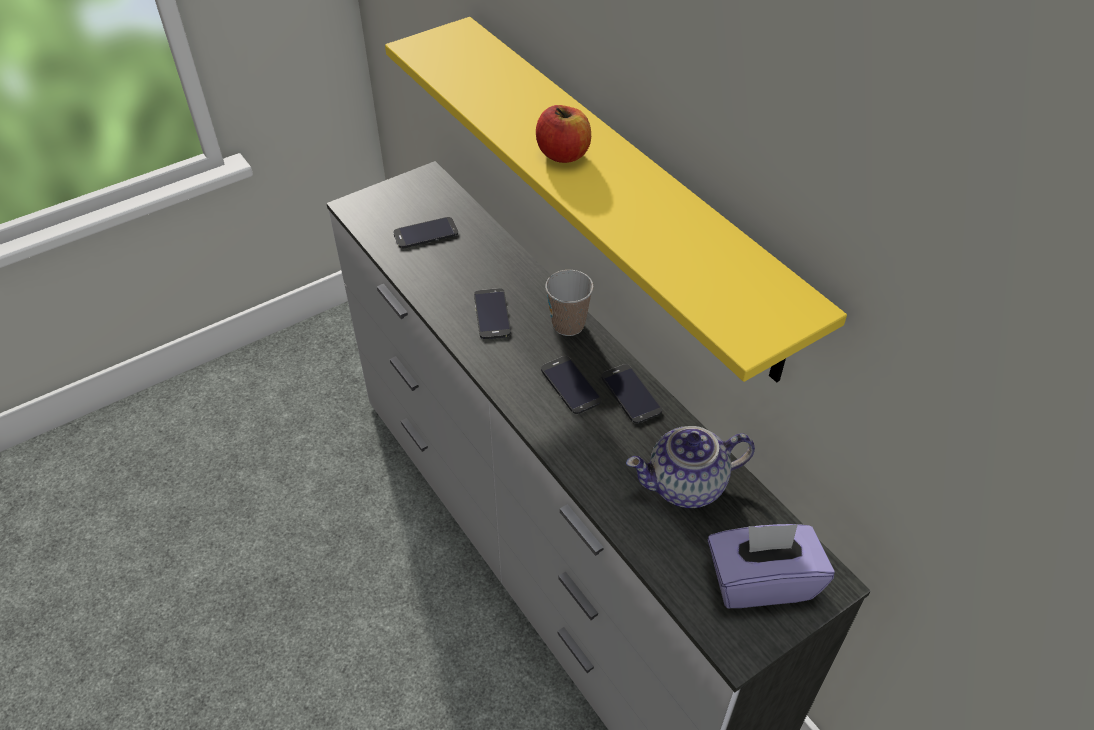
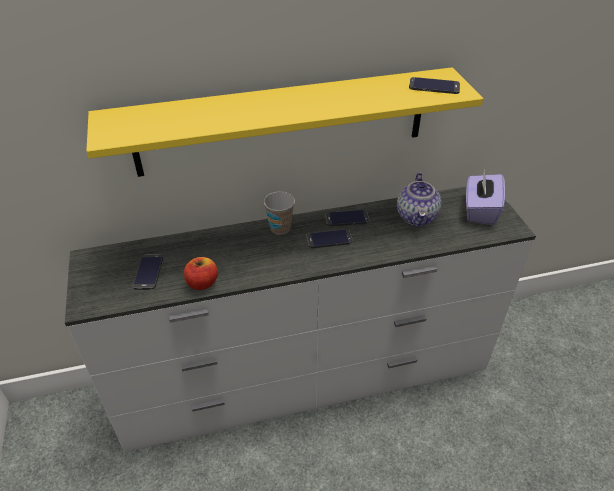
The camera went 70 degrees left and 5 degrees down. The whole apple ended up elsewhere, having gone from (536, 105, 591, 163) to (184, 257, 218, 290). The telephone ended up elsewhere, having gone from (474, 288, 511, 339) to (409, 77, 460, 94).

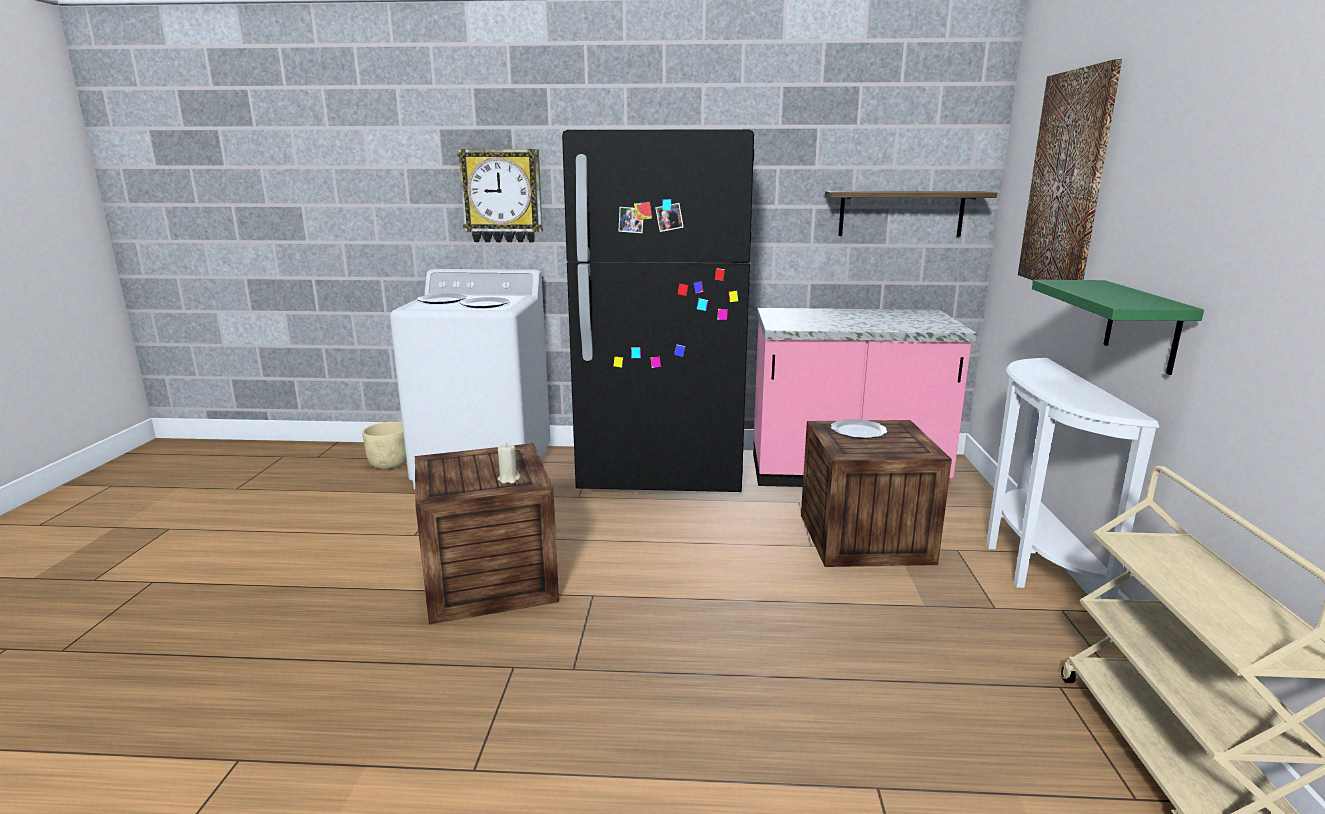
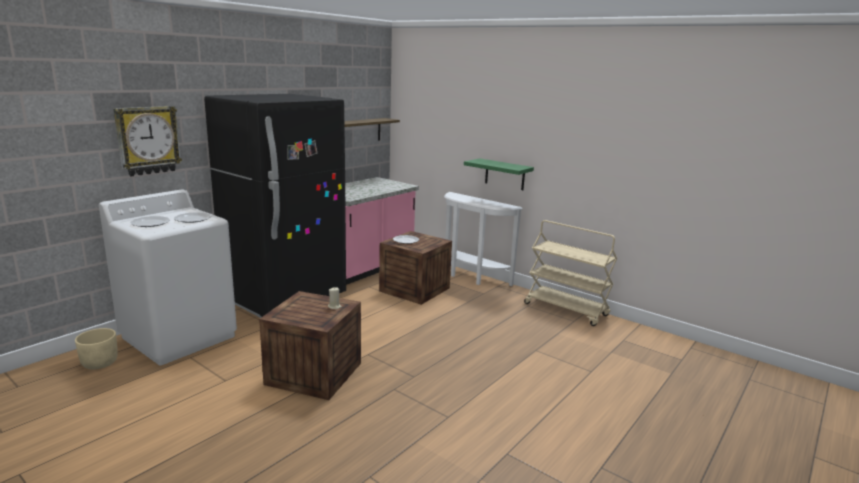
The camera went 55 degrees left and 0 degrees up. The second view lost the picture at (1018, 59, 1122, 280).

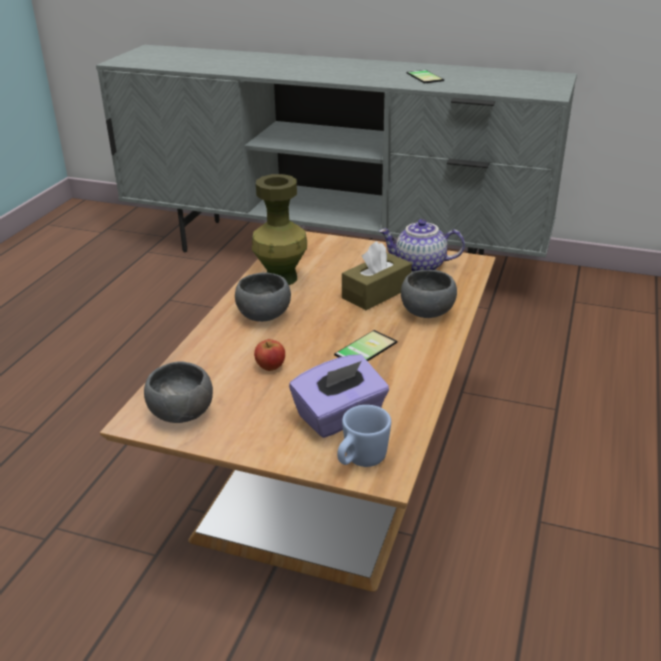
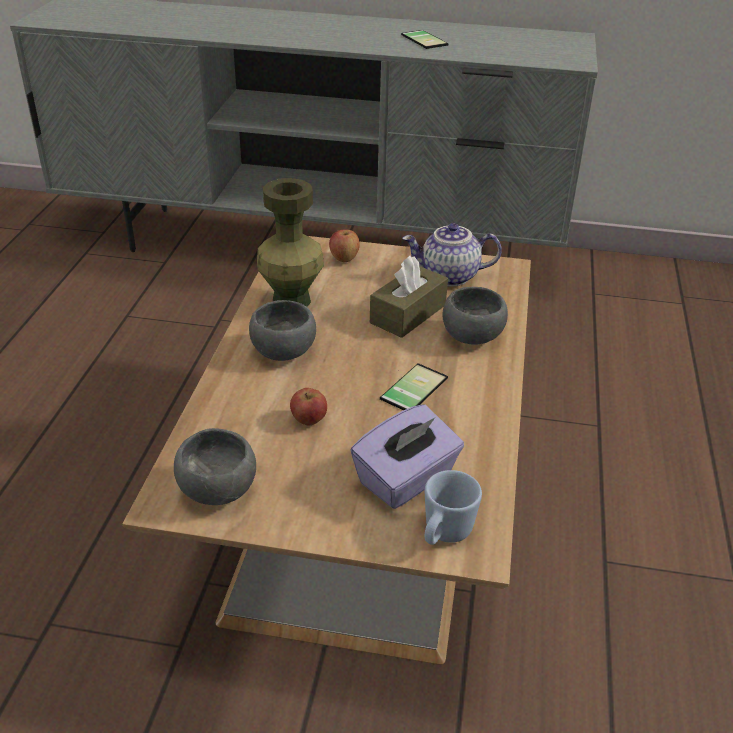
The camera went 10 degrees left and 5 degrees up. The second view gained the whole apple at (329, 229, 360, 262).

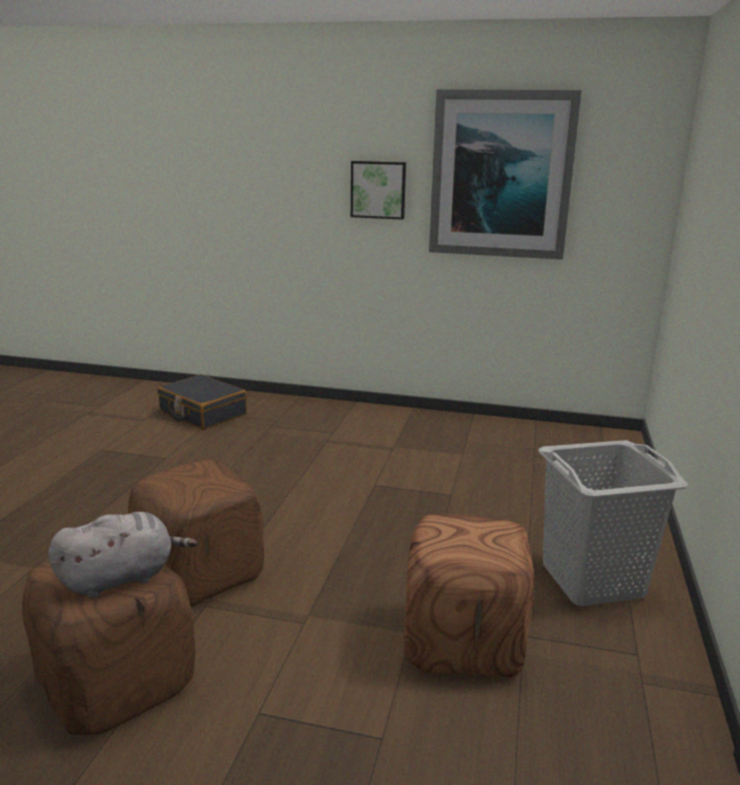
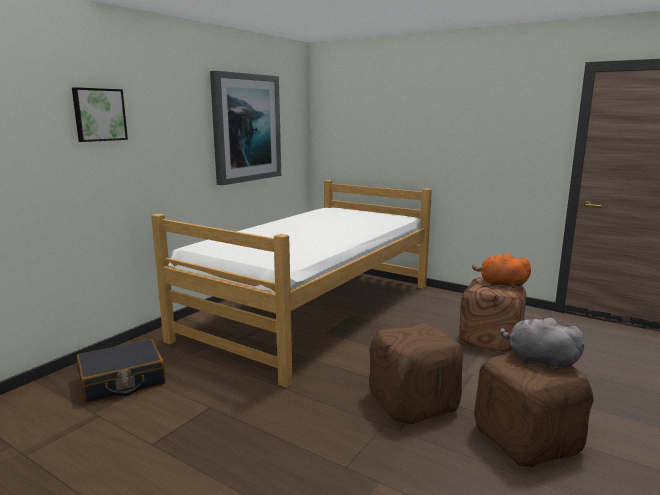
The camera went 70 degrees left and 5 degrees down. The picture ended up elsewhere, having gone from (351, 161, 406, 220) to (72, 87, 128, 142). The second view gained the bedroom bed at (151, 180, 432, 388). The second view gained the cuddly toy (orangey) at (472, 253, 531, 288). The cuddly toy (grey) at (48, 512, 197, 598) ended up facing another way, 45 degrees counterclockwise from before. The second view lost the hamper (grey) at (538, 440, 688, 606).

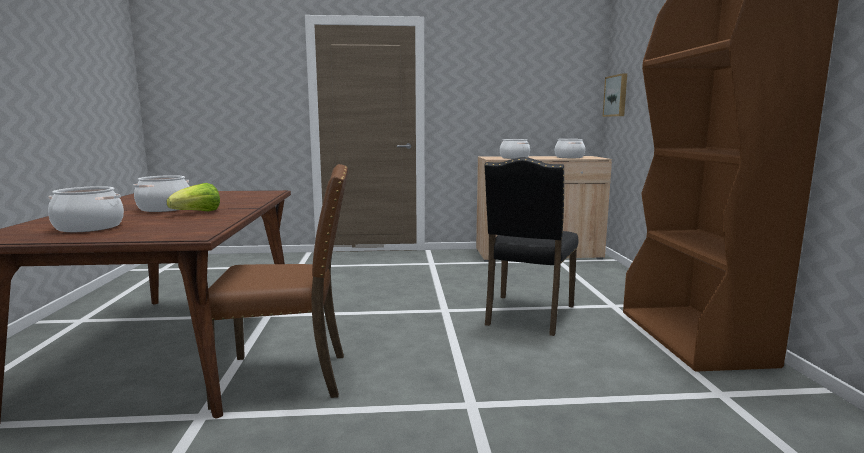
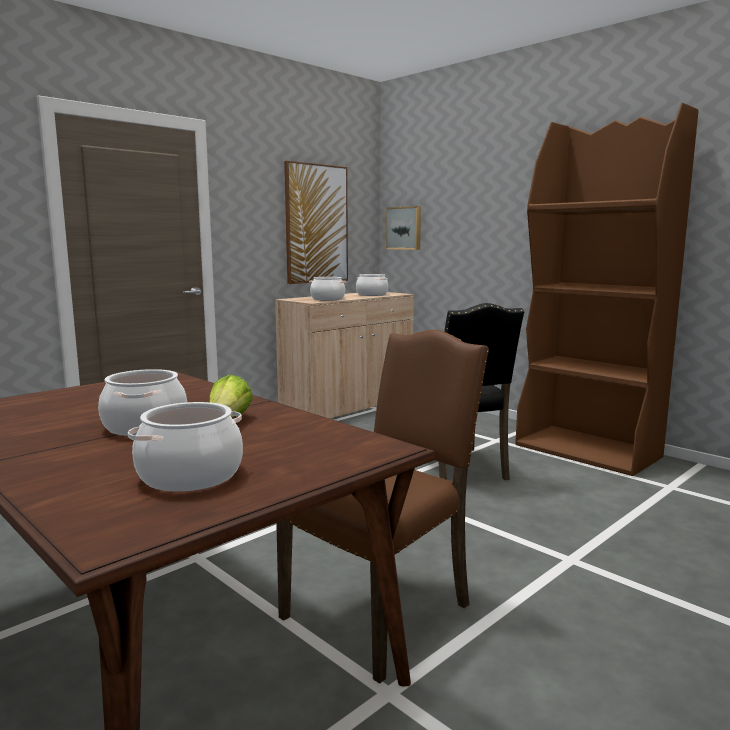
The camera went 40 degrees left and 0 degrees up. The second view gained the picture at (284, 161, 348, 284).

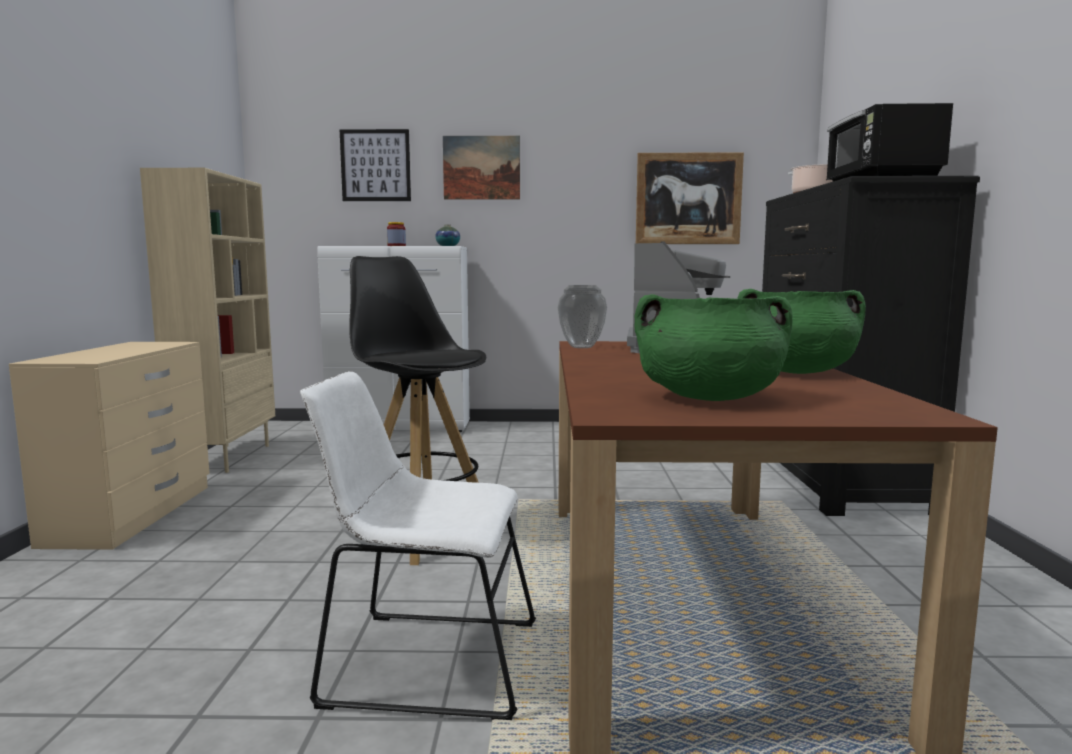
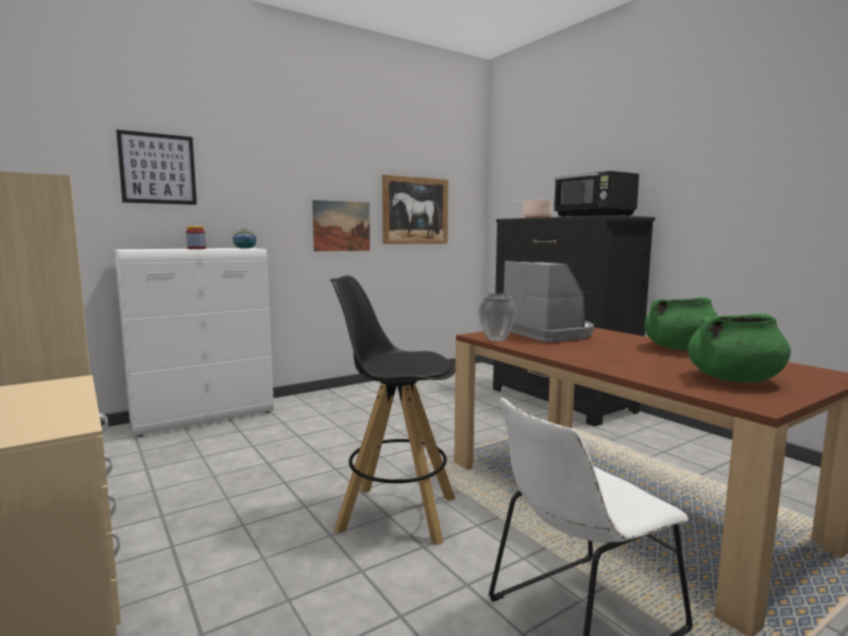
The camera went 35 degrees left and 0 degrees up. The picture ended up elsewhere, having gone from (443, 136, 520, 200) to (312, 200, 370, 251).

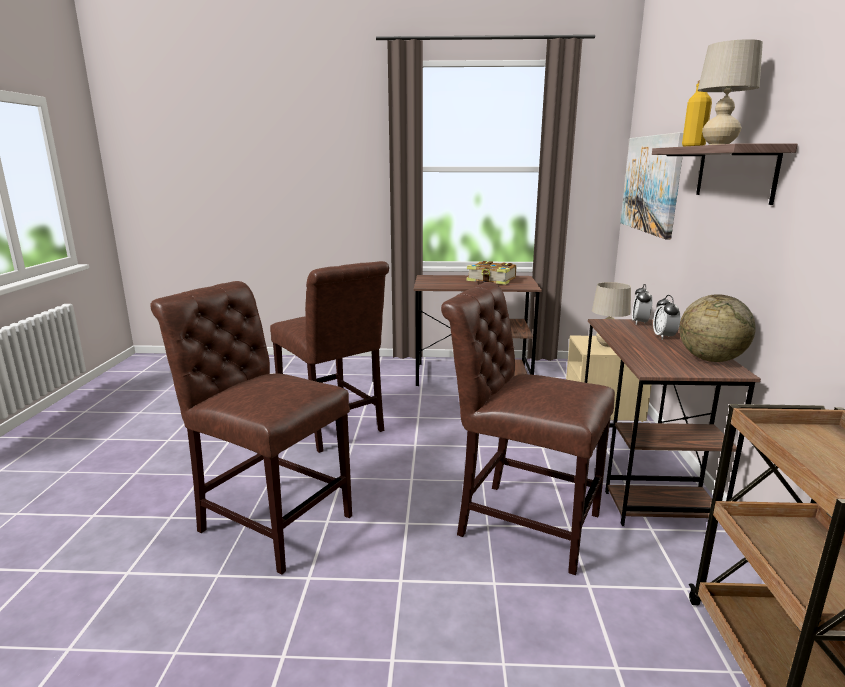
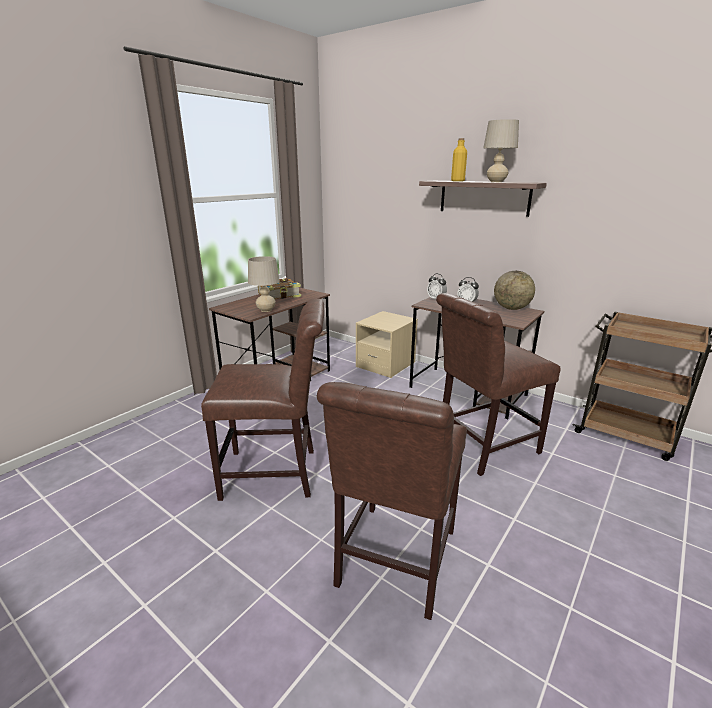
The camera went 55 degrees left and 5 degrees up. The lamp for a table (beige) ended up elsewhere, having gone from (592, 282, 631, 348) to (248, 256, 280, 312). The upright chair (brownish) at (150, 281, 352, 574) ended up facing another way, 45 degrees counterclockwise from before. The second view lost the picture at (620, 132, 684, 240).

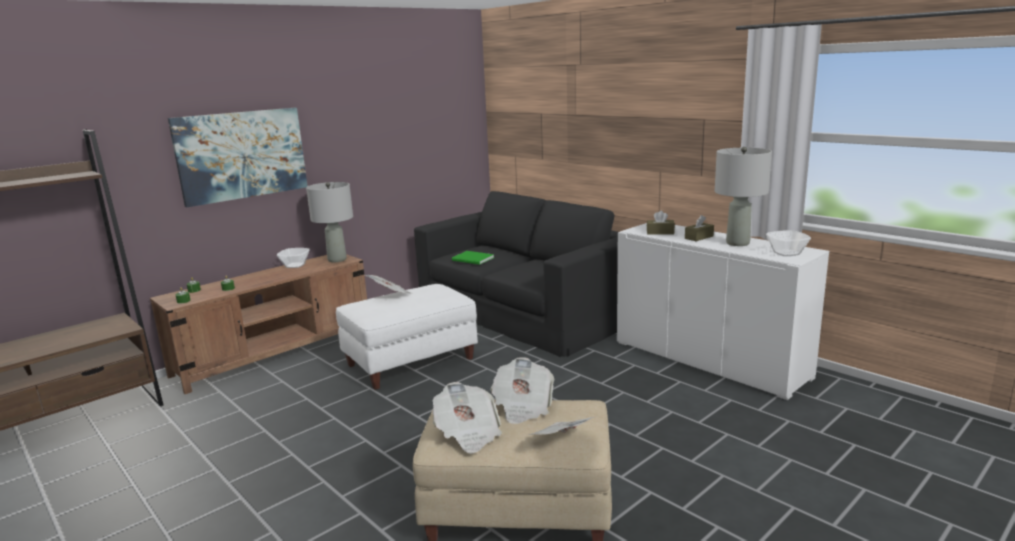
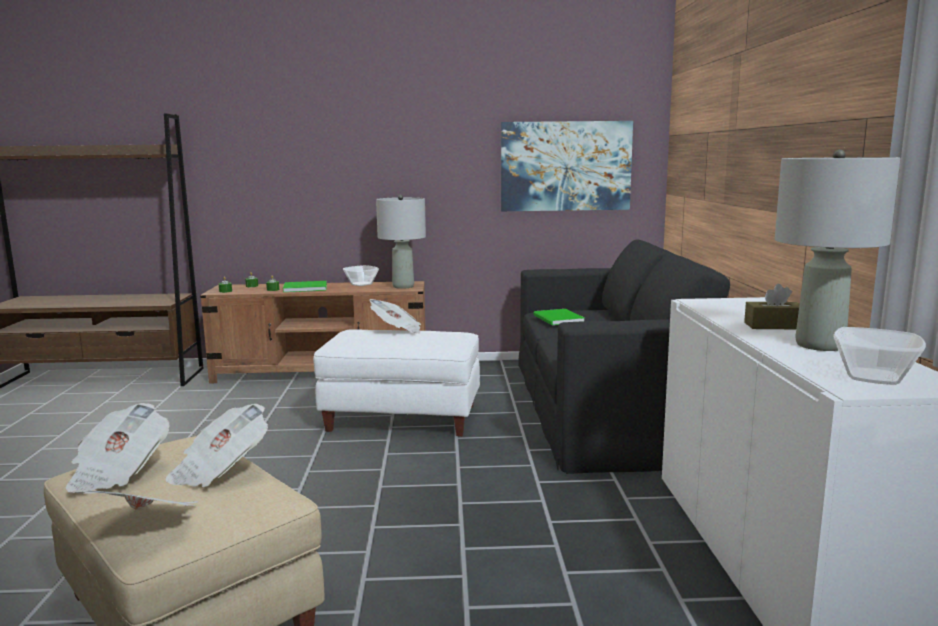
The camera went 40 degrees right and 5 degrees down. The second view gained the volume (greenish) at (283, 281, 327, 292). The picture ended up elsewhere, having gone from (168, 108, 307, 207) to (501, 121, 633, 211). The second view lost the box of tissues (brownish) at (647, 211, 675, 235).

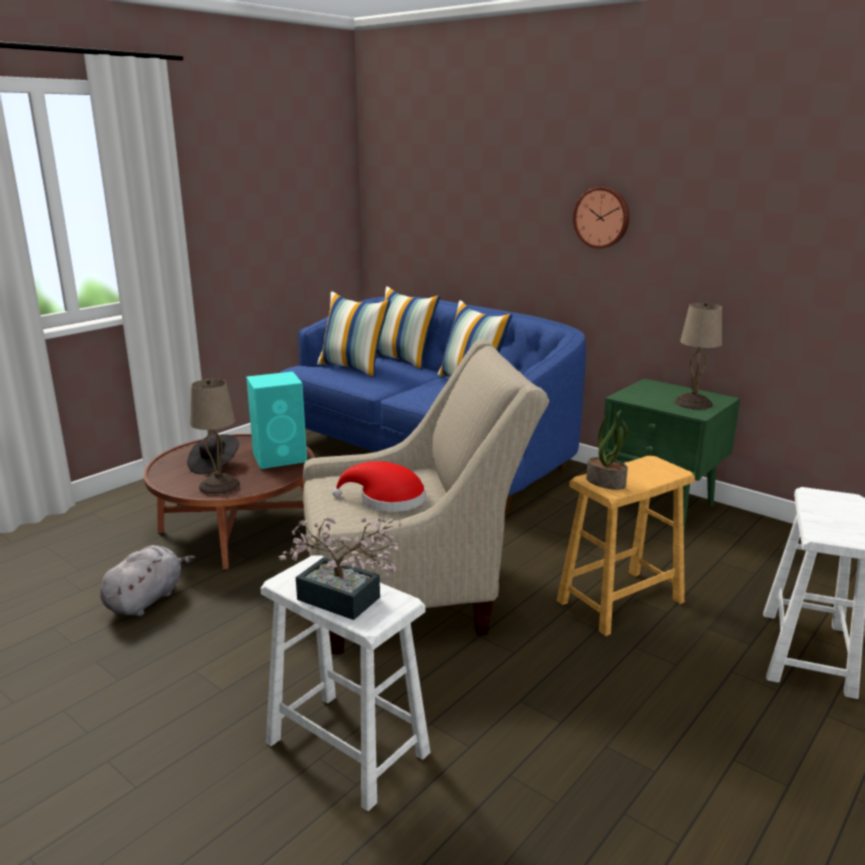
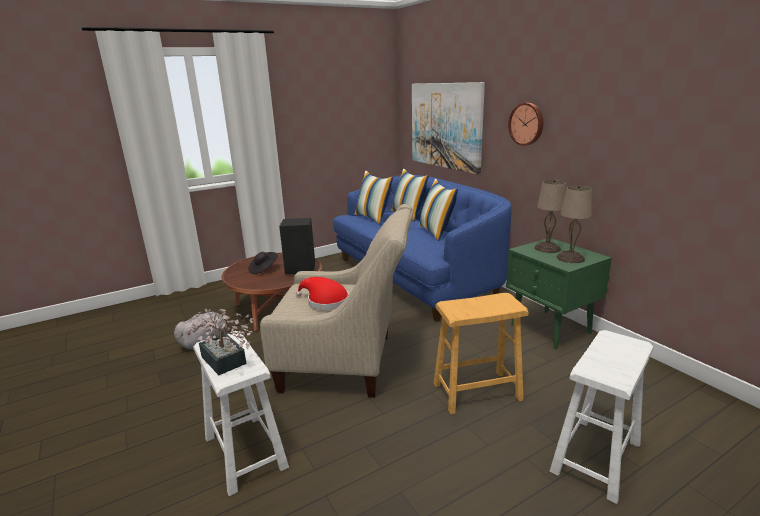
The camera went 20 degrees right and 0 degrees up. What was the audio speaker (turquoise-coloured) at (246, 372, 307, 469) turned into the audio speaker (blackish) at (279, 218, 315, 274). The second view gained the picture at (412, 82, 485, 175). The lamp for a table (beige) ended up elsewhere, having gone from (190, 379, 240, 494) to (534, 179, 566, 253). The second view lost the plant in a pot at (586, 410, 629, 490).

